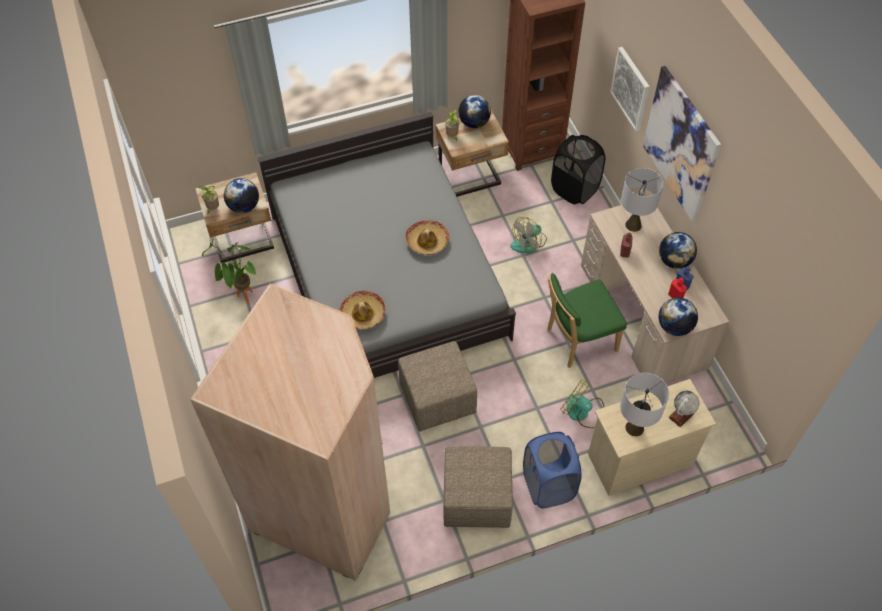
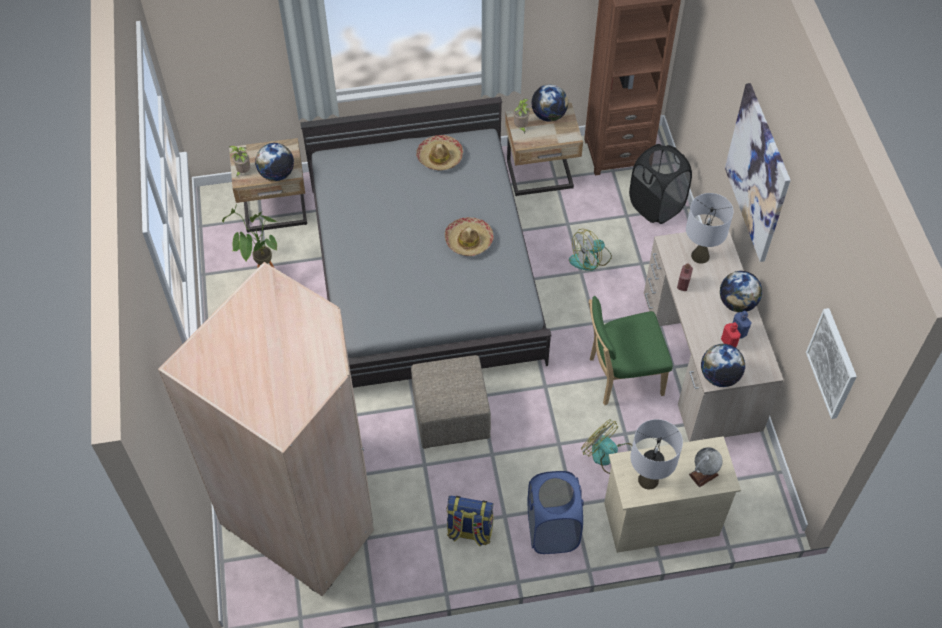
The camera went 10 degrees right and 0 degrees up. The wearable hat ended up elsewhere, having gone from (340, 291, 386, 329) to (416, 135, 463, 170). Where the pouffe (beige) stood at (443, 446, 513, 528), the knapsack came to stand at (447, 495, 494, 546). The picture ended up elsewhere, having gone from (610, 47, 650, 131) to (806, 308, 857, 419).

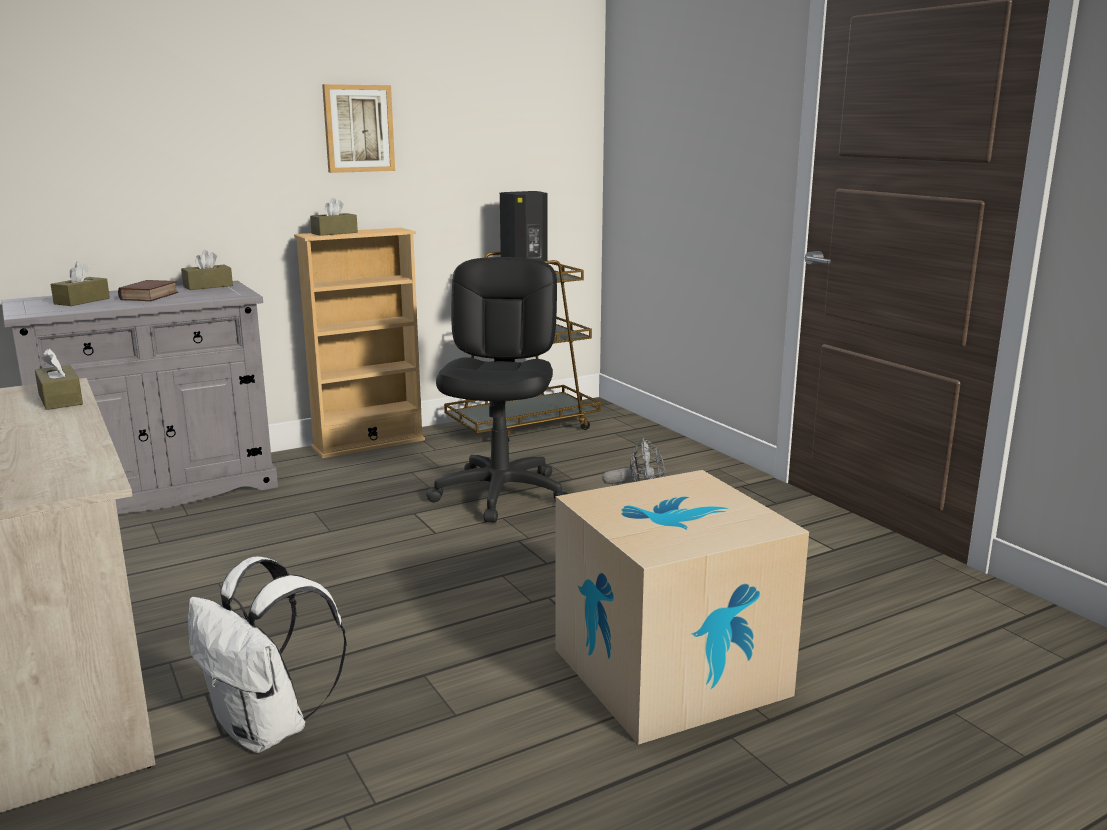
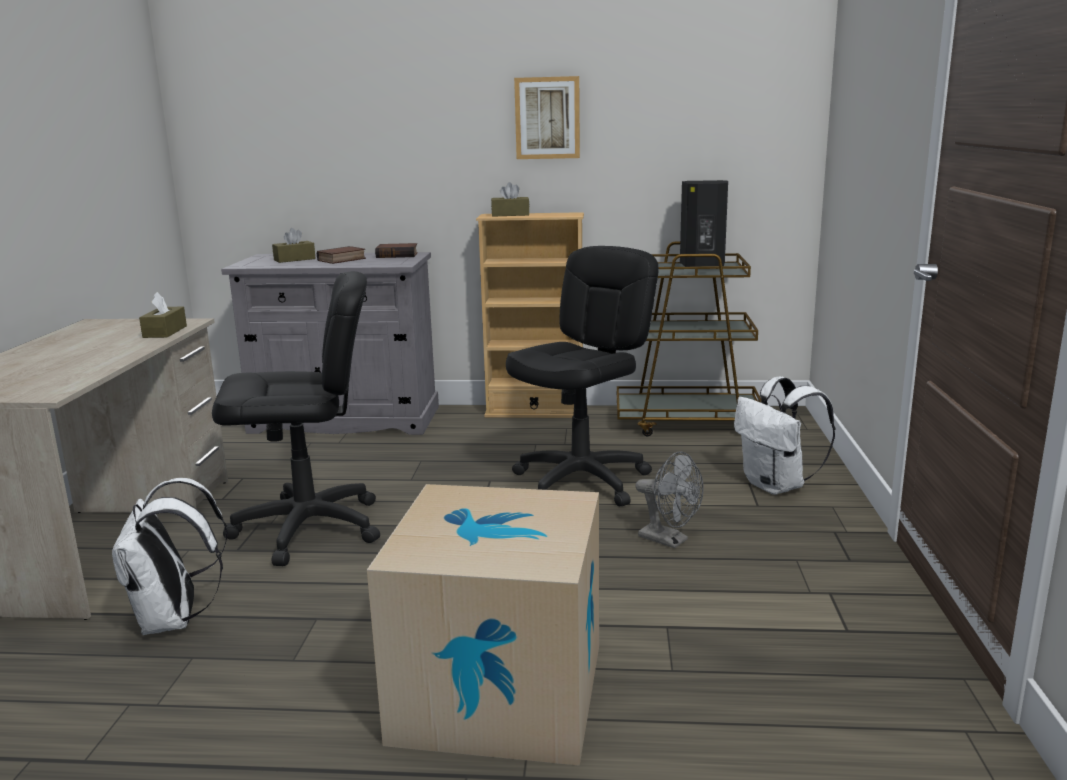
The camera went 35 degrees right and 0 degrees up. The second view gained the office chair (blackish) at (212, 271, 380, 566). Where the box of tissues (brownish) stood at (181, 250, 233, 290), the volume came to stand at (375, 243, 418, 258). The second view gained the knapsack (whitish) at (734, 377, 835, 495).

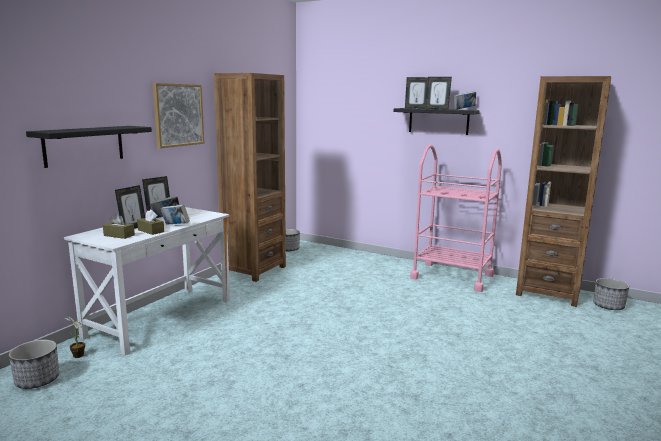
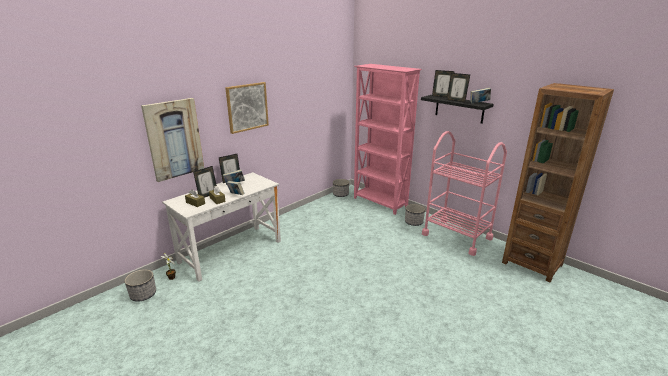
The camera went 15 degrees right and 10 degrees up. Where the shelf (blackish) hung at (26, 126, 152, 168), the picture came to hang at (141, 98, 204, 182). The second view gained the bookshelf (pinkish) at (354, 64, 422, 215). The plant pot ended up elsewhere, having gone from (593, 278, 629, 310) to (405, 204, 425, 226). The second view lost the bookshelf (brownish) at (214, 73, 286, 282).

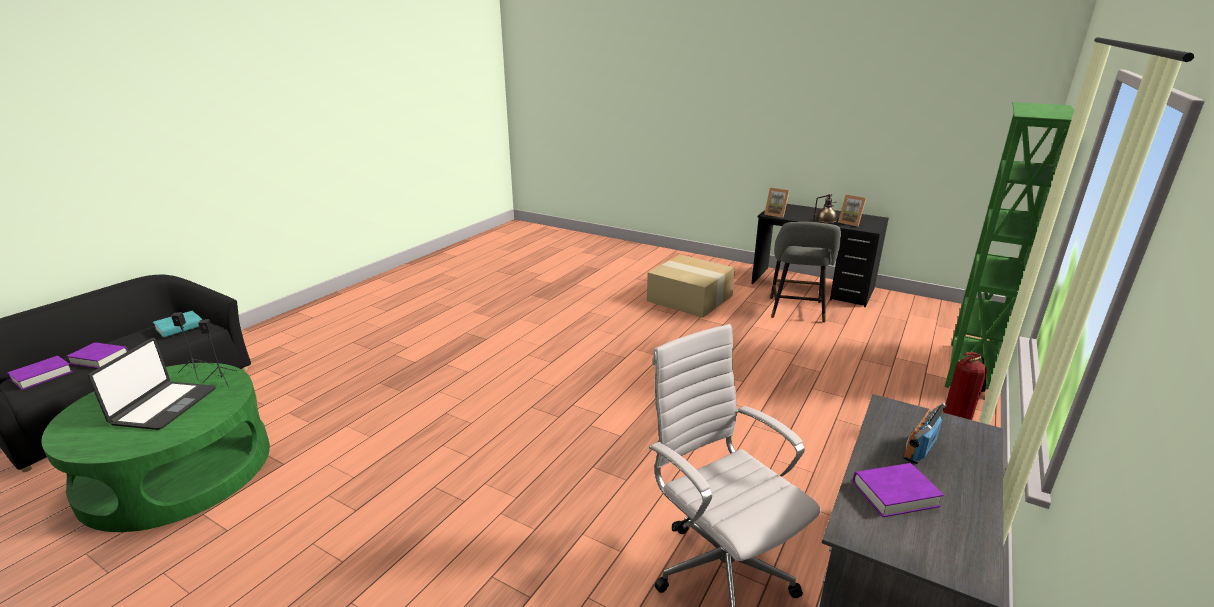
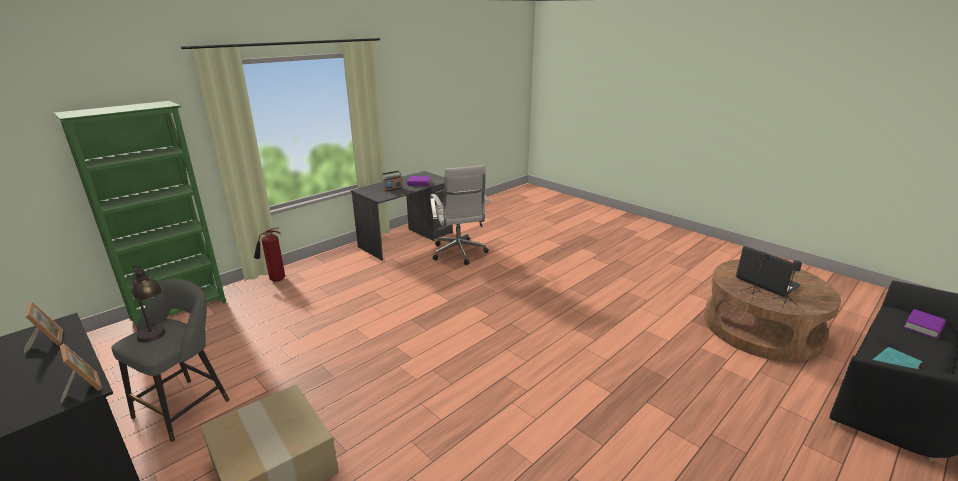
The camera went 165 degrees left and 0 degrees up. What was the low table (greenish) at (41, 363, 270, 532) turned into the low table (brownish) at (704, 259, 841, 362). The portable computer at (88, 338, 216, 430) ended up facing another way, 120 degrees clockwise from before. The second view lost the volume (purplish) at (66, 342, 128, 368).

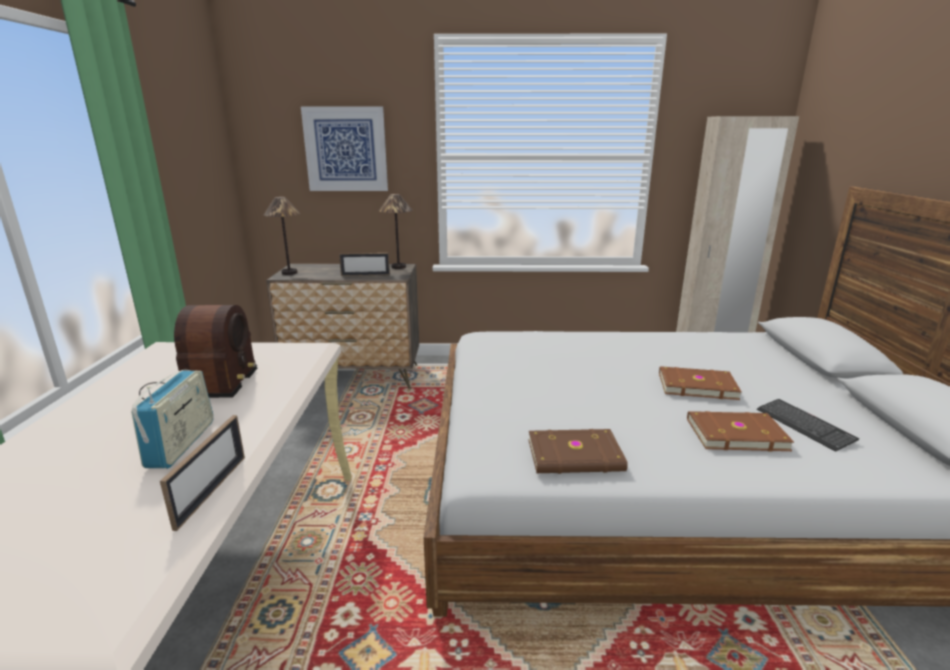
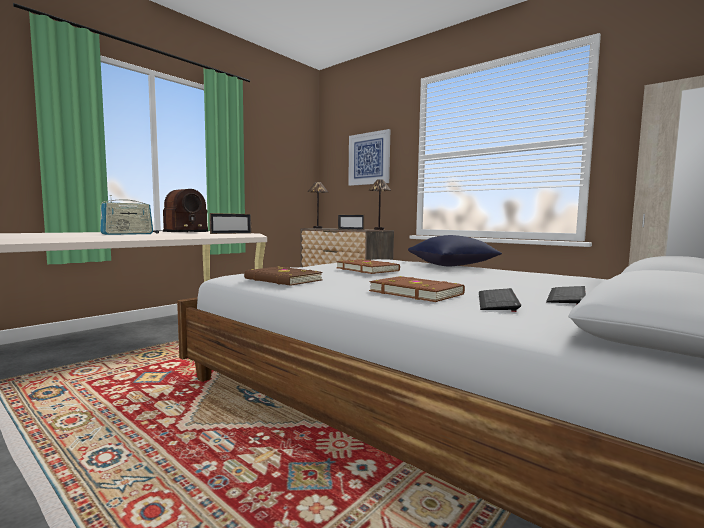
The camera went 40 degrees right and 15 degrees down. The standing frame ended up elsewhere, having gone from (160, 415, 245, 531) to (209, 213, 251, 234). The volume (brownish) ended up elsewhere, having gone from (659, 366, 741, 400) to (336, 259, 400, 274). The second view gained the throw pillow (blue) at (408, 235, 502, 267). The second view gained the keyboard at (546, 286, 586, 305).

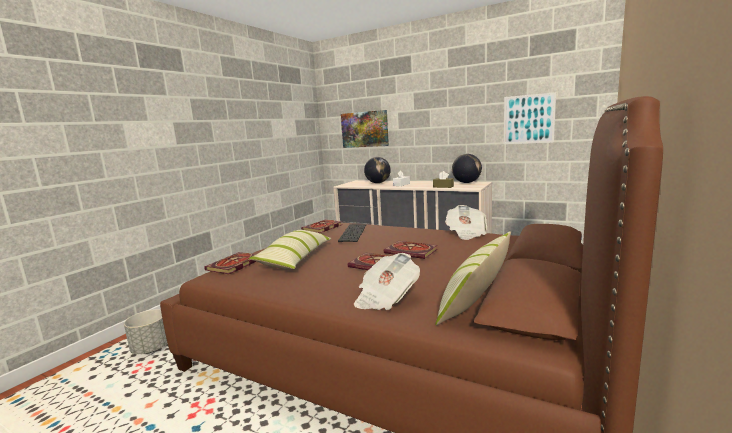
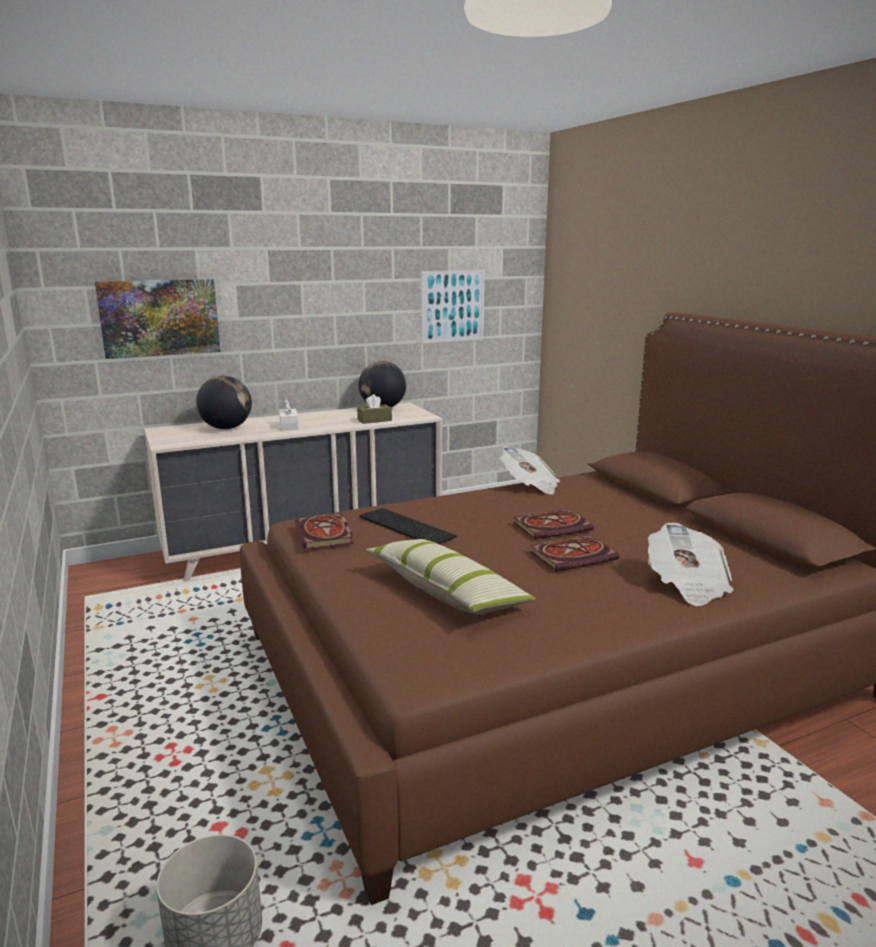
The camera went 55 degrees left and 5 degrees up. The second view lost the volume at (204, 252, 256, 274). The second view lost the throw pillow at (435, 231, 511, 326).

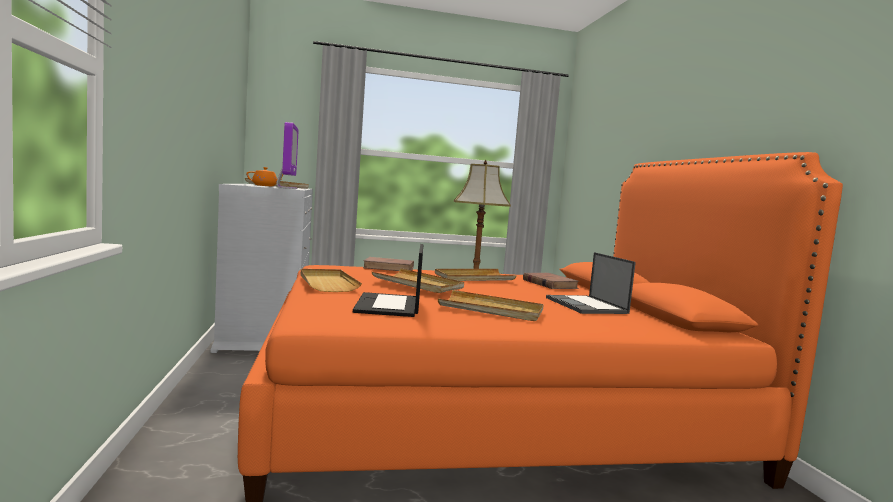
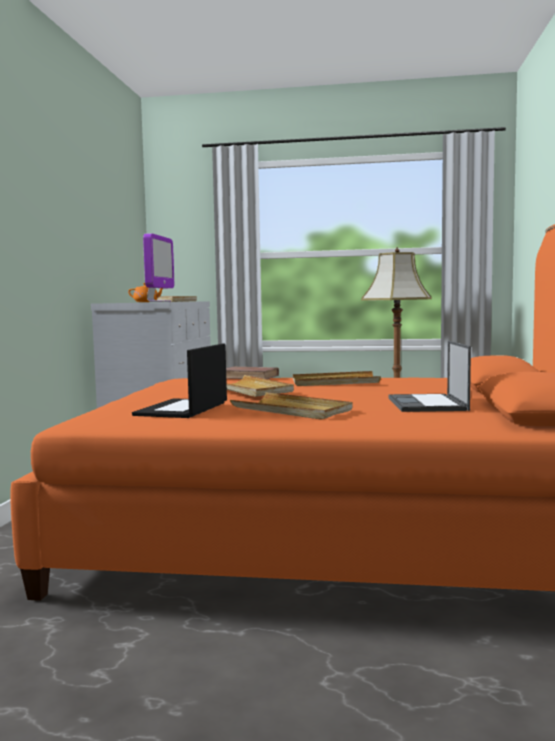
The camera went 20 degrees right and 0 degrees up. The second view lost the tray (beige) at (301, 269, 362, 292). The second view lost the volume (brownish) at (523, 273, 579, 289).

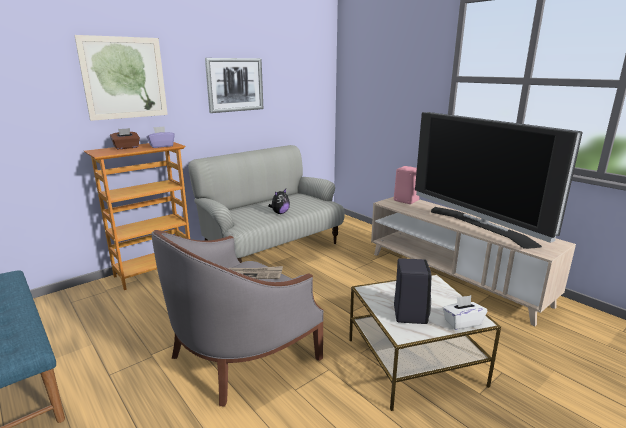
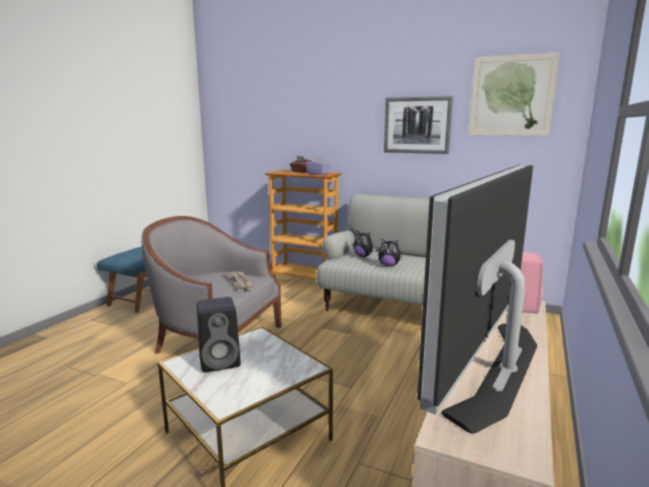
The camera went 65 degrees right and 5 degrees down. The second view gained the cuddly toy at (353, 231, 377, 257). The picture ended up elsewhere, having gone from (74, 35, 168, 121) to (469, 52, 560, 136). The second view lost the box of tissues (whitish) at (443, 295, 487, 330).

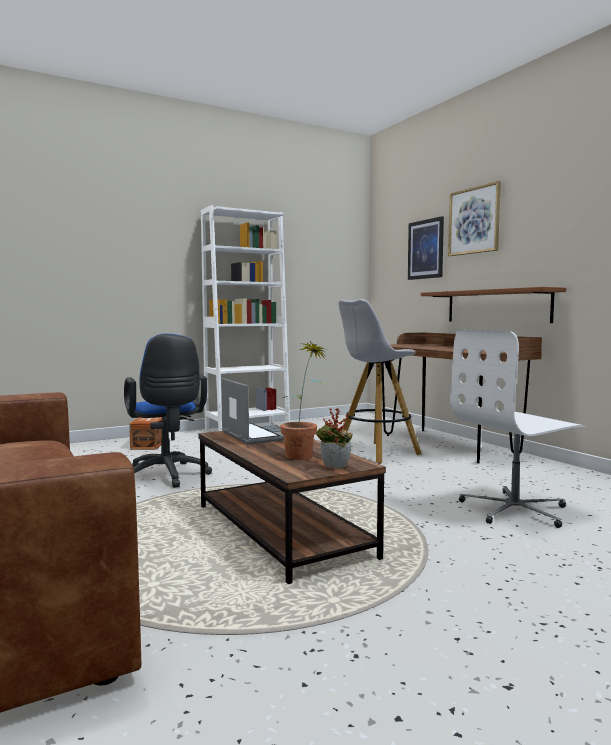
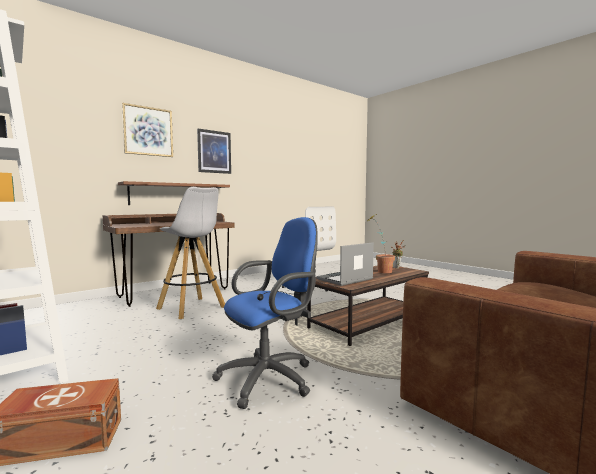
The camera went 100 degrees left and 0 degrees up. The picture ended up elsewhere, having gone from (408, 216, 444, 280) to (197, 129, 231, 174).

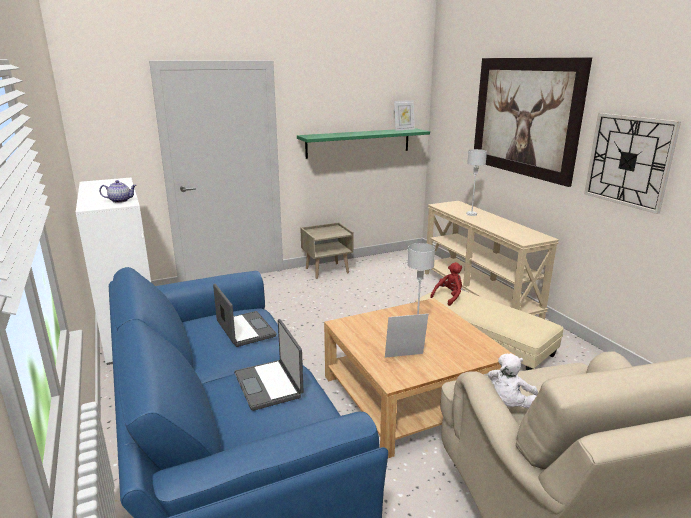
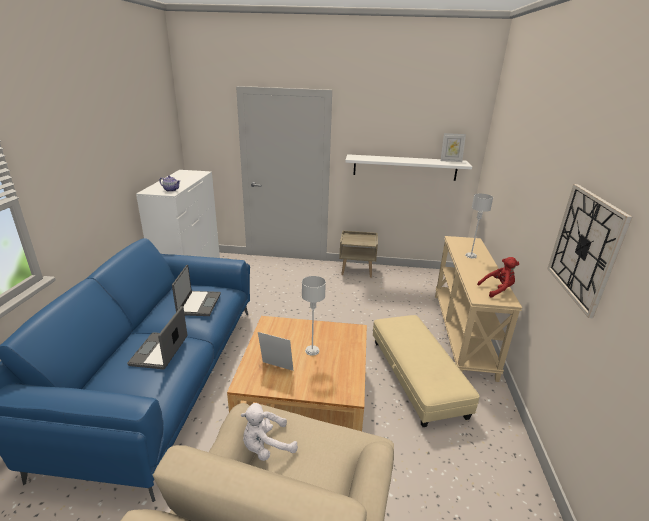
The camera went 30 degrees right and 5 degrees up. What was the shelf (greenish) at (297, 128, 430, 159) turned into the shelf (whitish) at (345, 154, 472, 181). The cuddly toy (red) ended up elsewhere, having gone from (430, 262, 462, 306) to (477, 257, 519, 298). The second view lost the picture at (474, 58, 592, 187).

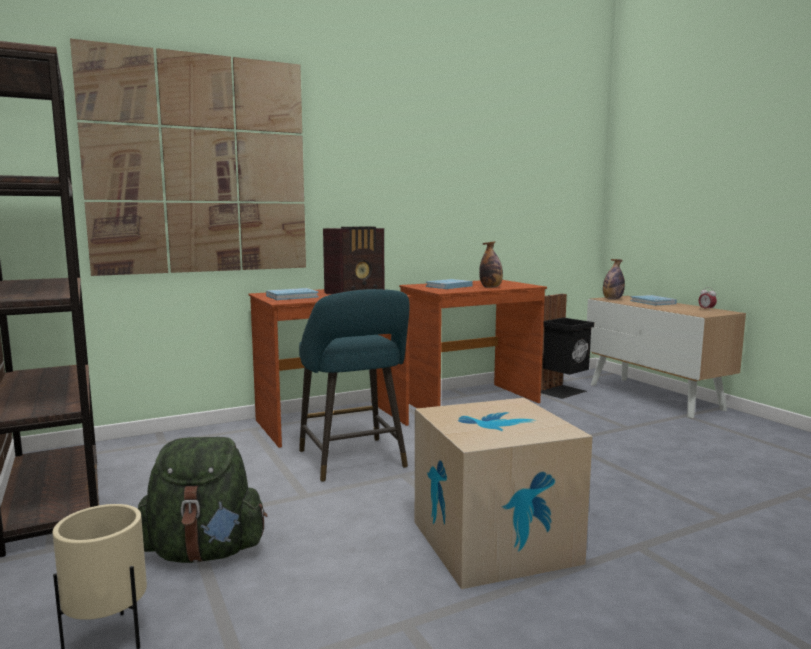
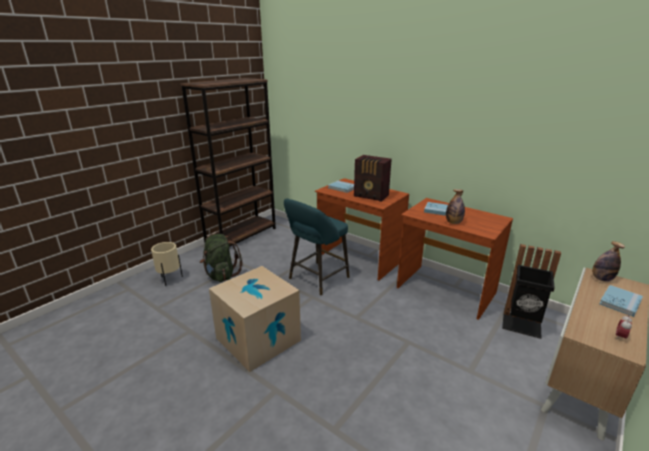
The camera went 65 degrees right and 15 degrees up. The second view lost the picture at (70, 39, 306, 276).

